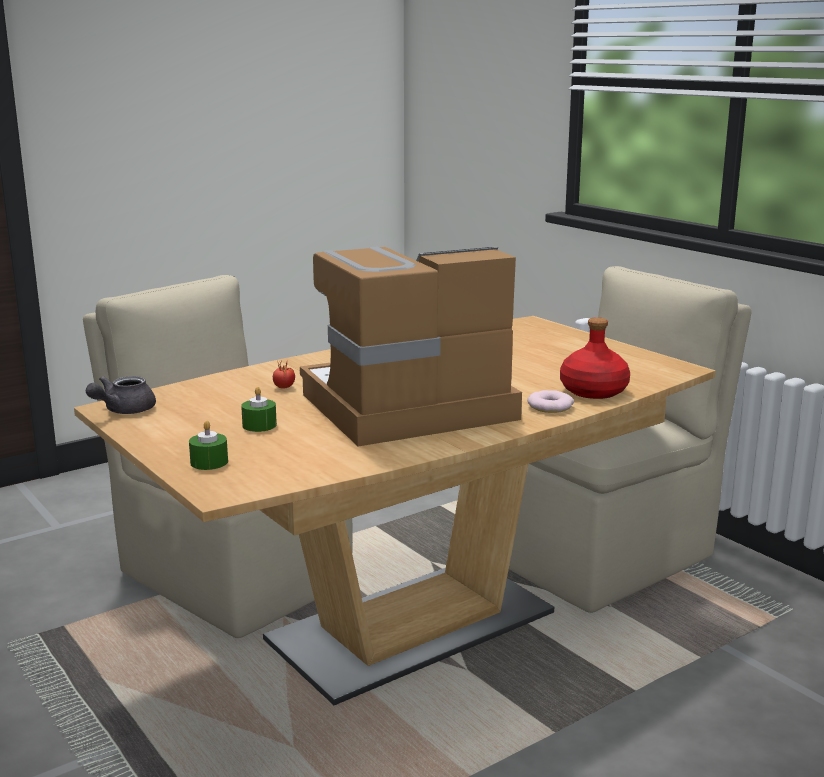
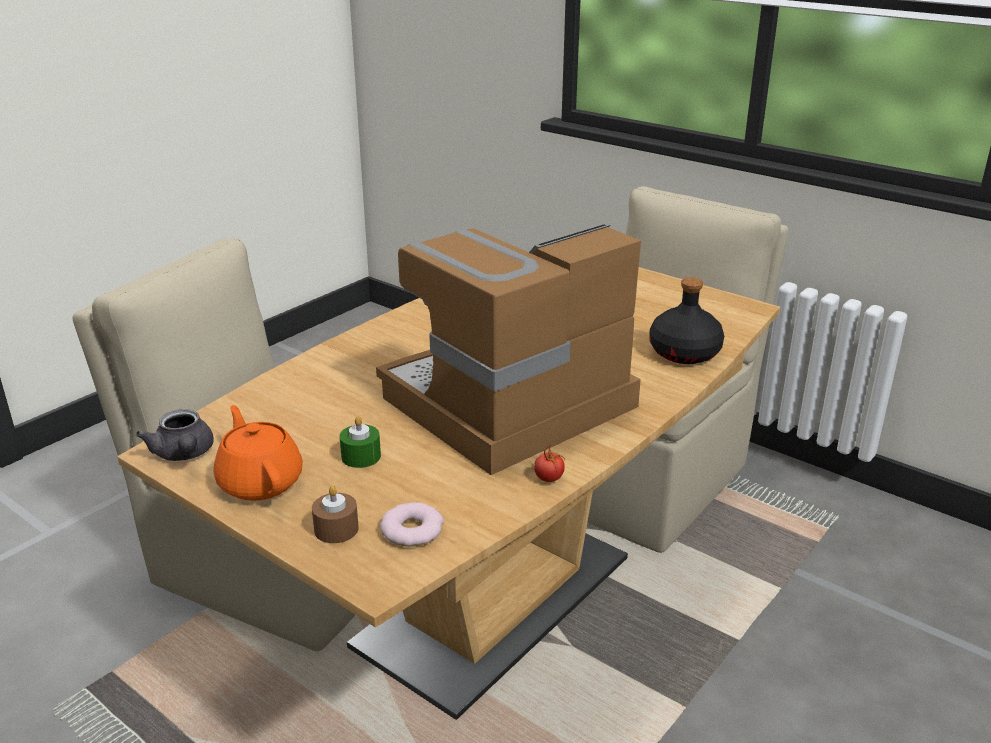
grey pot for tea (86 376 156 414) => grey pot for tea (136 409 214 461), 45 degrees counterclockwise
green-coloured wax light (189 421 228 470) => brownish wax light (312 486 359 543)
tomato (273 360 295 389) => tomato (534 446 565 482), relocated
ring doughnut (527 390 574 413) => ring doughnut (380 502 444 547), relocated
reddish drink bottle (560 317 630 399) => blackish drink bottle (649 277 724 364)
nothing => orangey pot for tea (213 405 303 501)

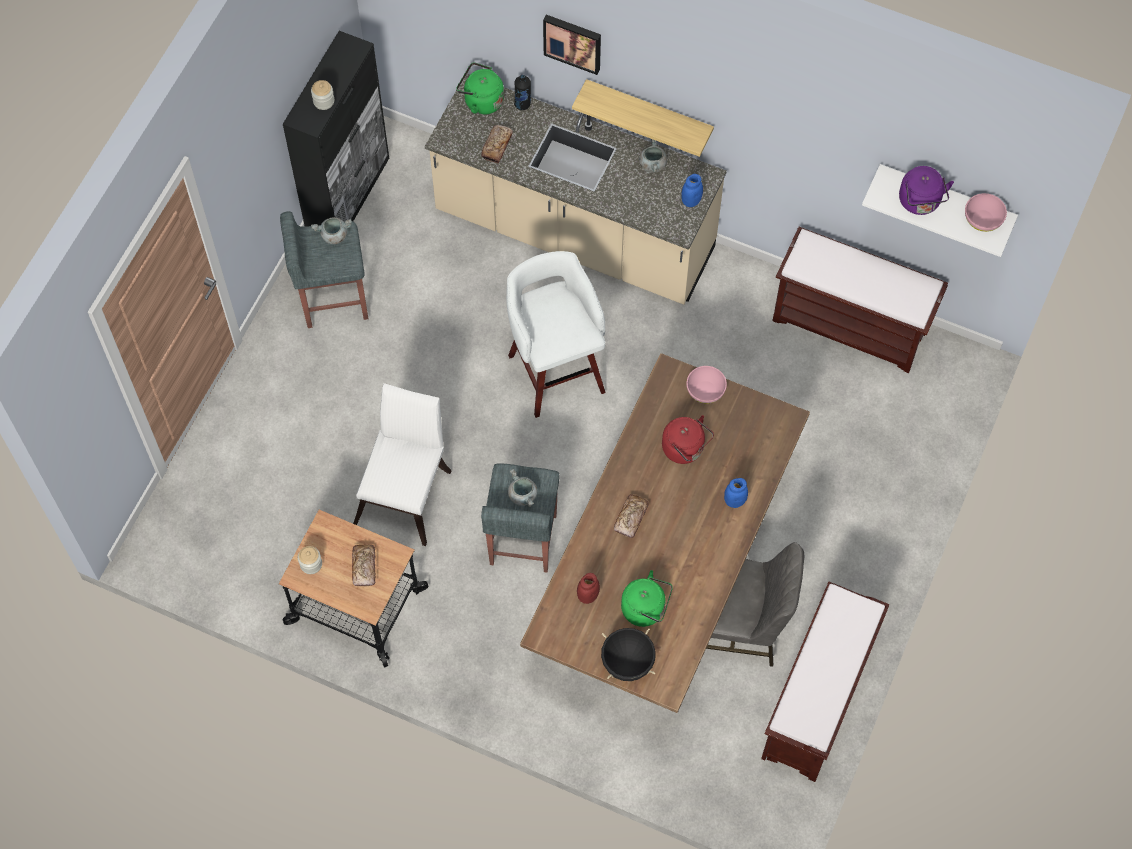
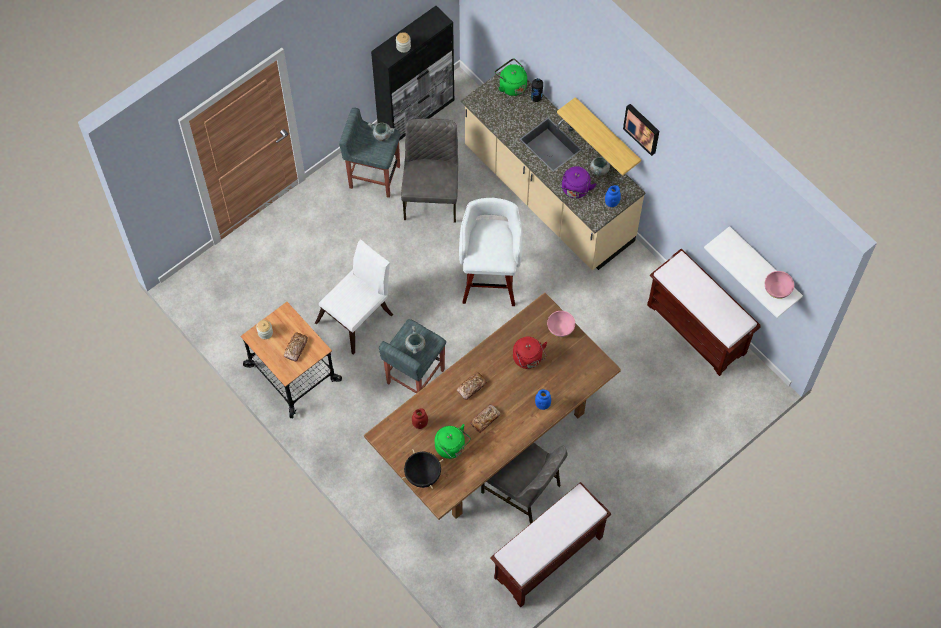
bread (481 125 513 163) => bread (470 404 500 433), relocated
wall art (543 15 601 75) => wall art (623 104 659 156), relocated
purple kettle (899 166 954 215) => purple kettle (560 166 597 198), relocated
nothing => grey upright chair (401 119 458 223)

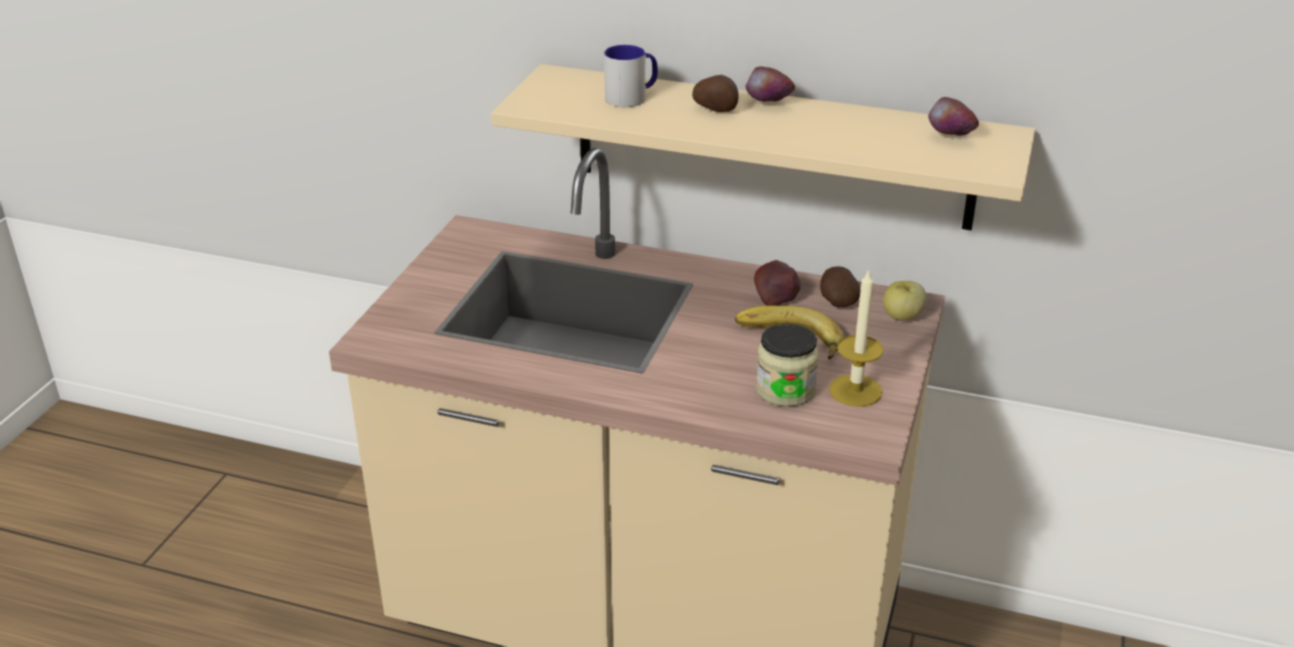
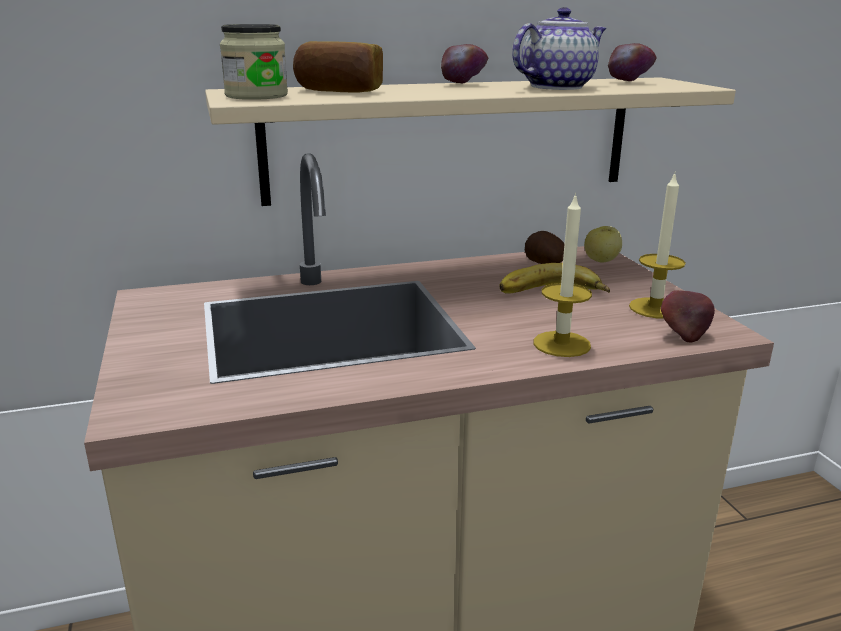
mug (604 45 658 107) => bread (293 41 383 93)
potato (692 75 738 112) => nothing
whole apple (754 260 801 306) => whole apple (661 290 715 343), relocated
jar (756 324 819 407) => jar (220 24 288 100), relocated
nothing => pot for tea (512 7 606 90)
nothing => wax light (533 192 592 357)

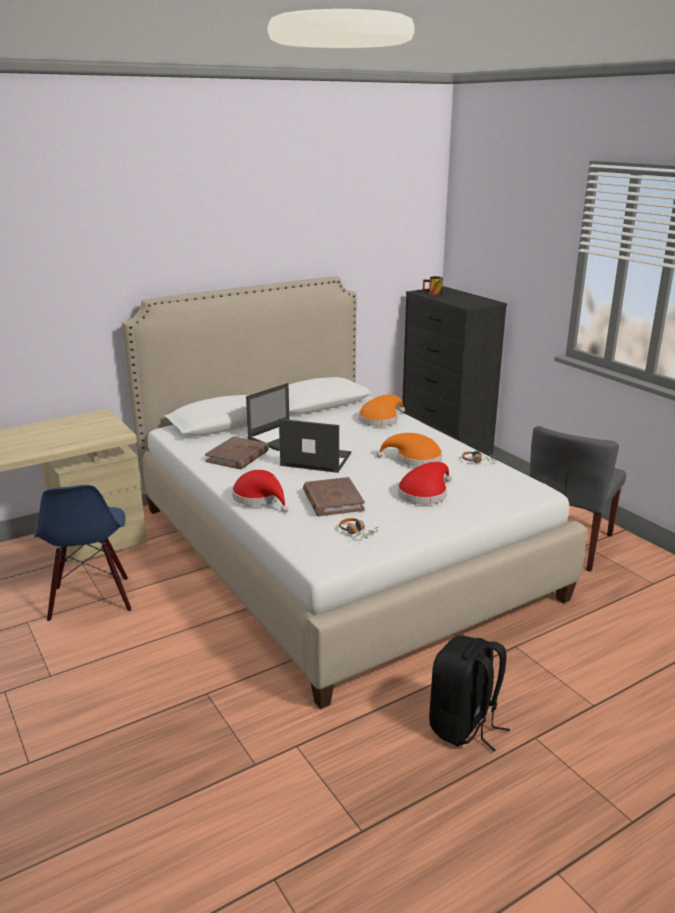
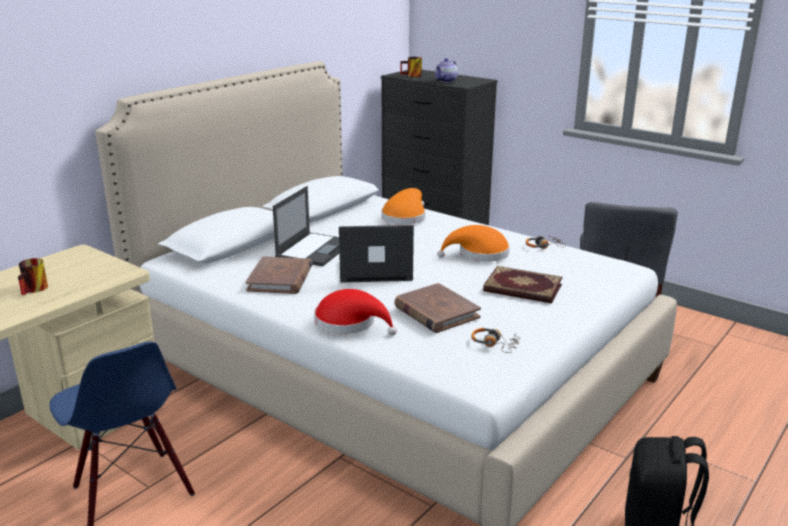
reddish clothing hat (398 462 452 504) => volume (483 266 563 304)
nothing => mug (18 258 48 295)
nothing => pot for tea (435 58 458 83)

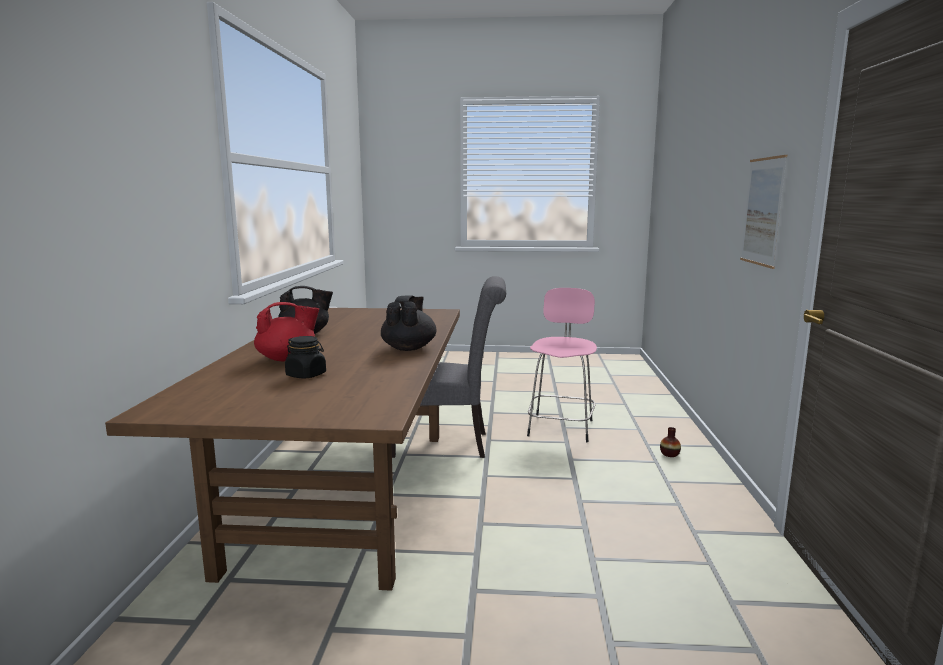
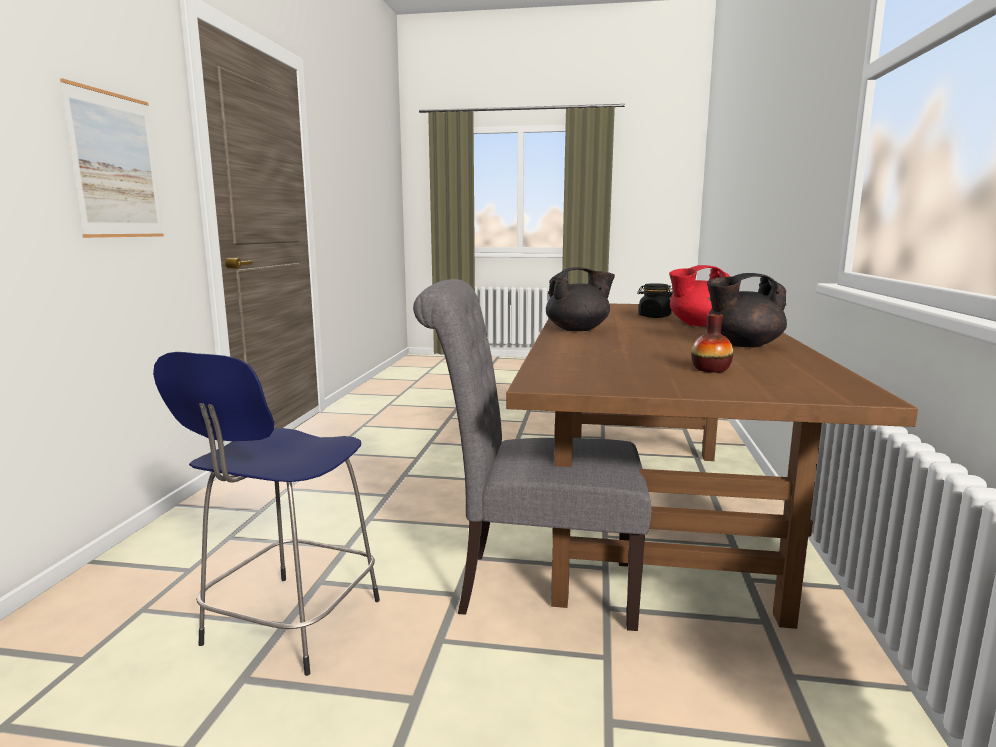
blackish pot for tea (381 296 437 351) => blackish pot for tea (546 267 615 331), 120 degrees counterclockwise
pink-coloured sitting stool (527 288 597 442) => bluish sitting stool (153 352 380 676)
flower vase (660 427 681 457) => flower vase (691 314 733 373), relocated

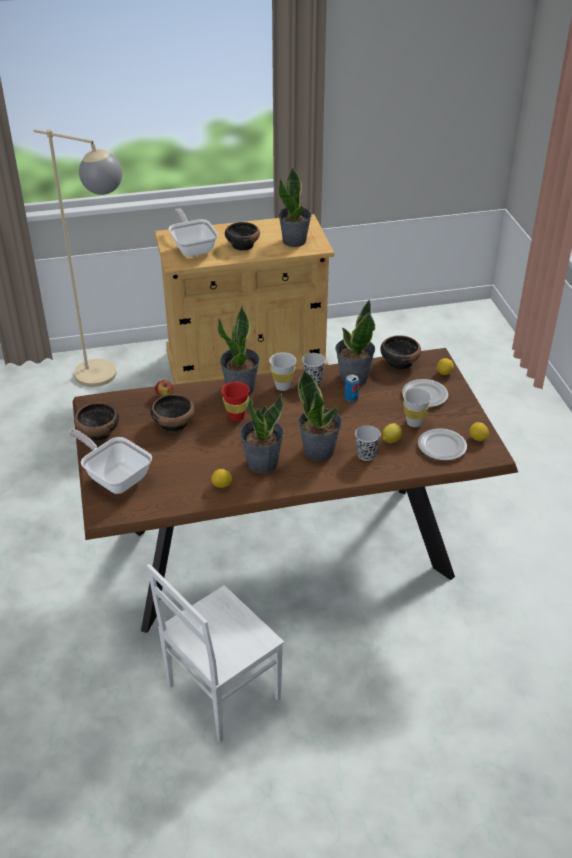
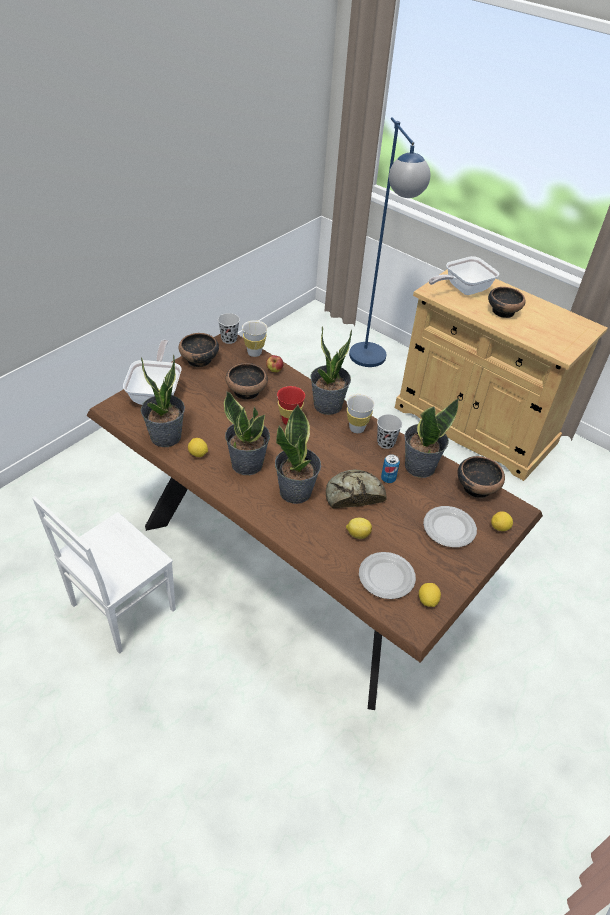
sand-coloured standard lamp (34 129 122 387) => bluish standard lamp (349 117 430 367)
whitish upright chair (147 564 284 742) => whitish upright chair (32 496 176 654), 60 degrees counterclockwise
frying pan (169 208 218 257) => frying pan (429 256 499 295), 150 degrees counterclockwise
plant in a pot (278 168 312 247) => plant in a pot (141 355 185 447), relocated
blackish drinking cup (355 425 381 461) => blackish drinking cup (218 313 240 344), relocated
whitish drinking cup (403 387 431 427) => whitish drinking cup (242 320 268 357), relocated
nothing => bread (326 469 386 509)

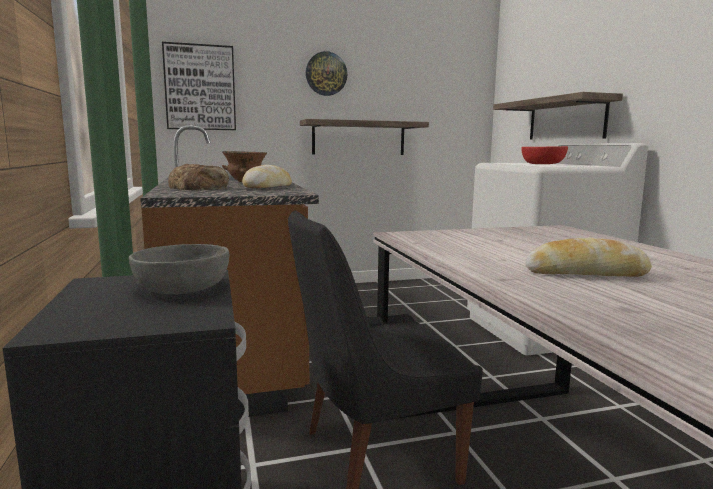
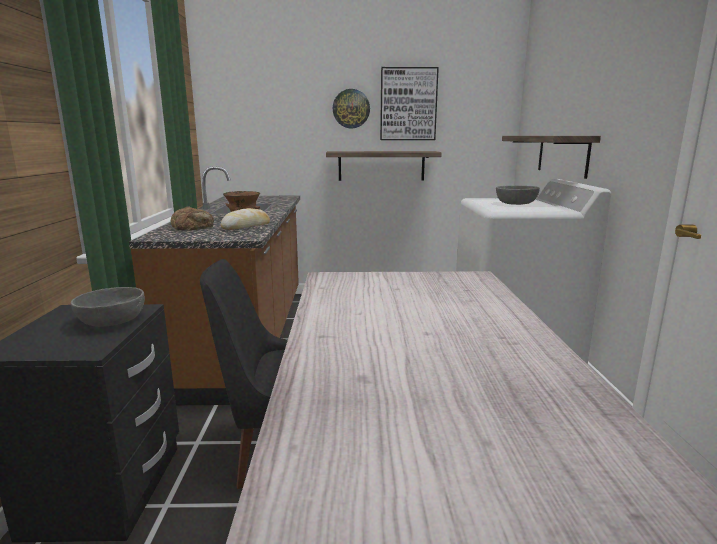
wall art (162 42 236 130) => wall art (380 67 439 140), relocated
reddish serving bowl (522 146 568 164) => grey serving bowl (496 186 540 205)
bread (525 237 652 277) => nothing

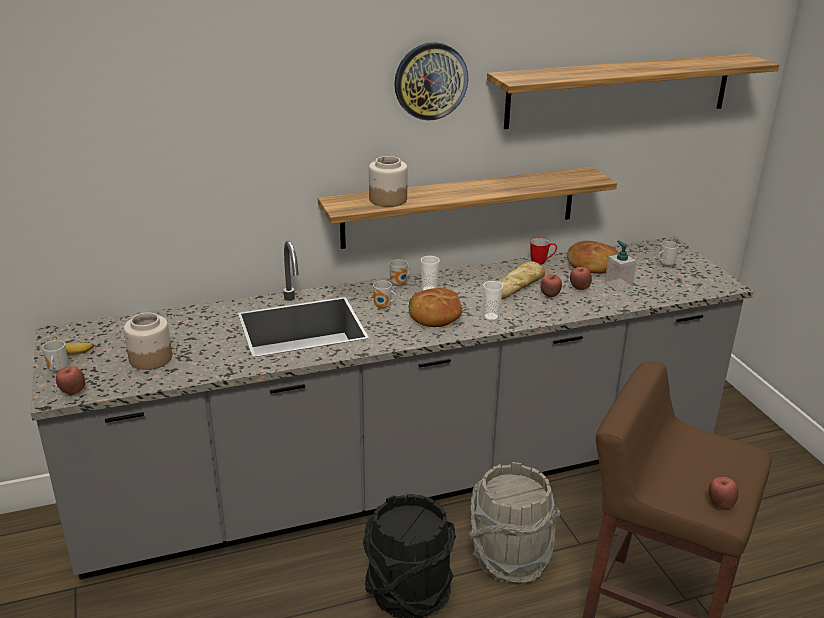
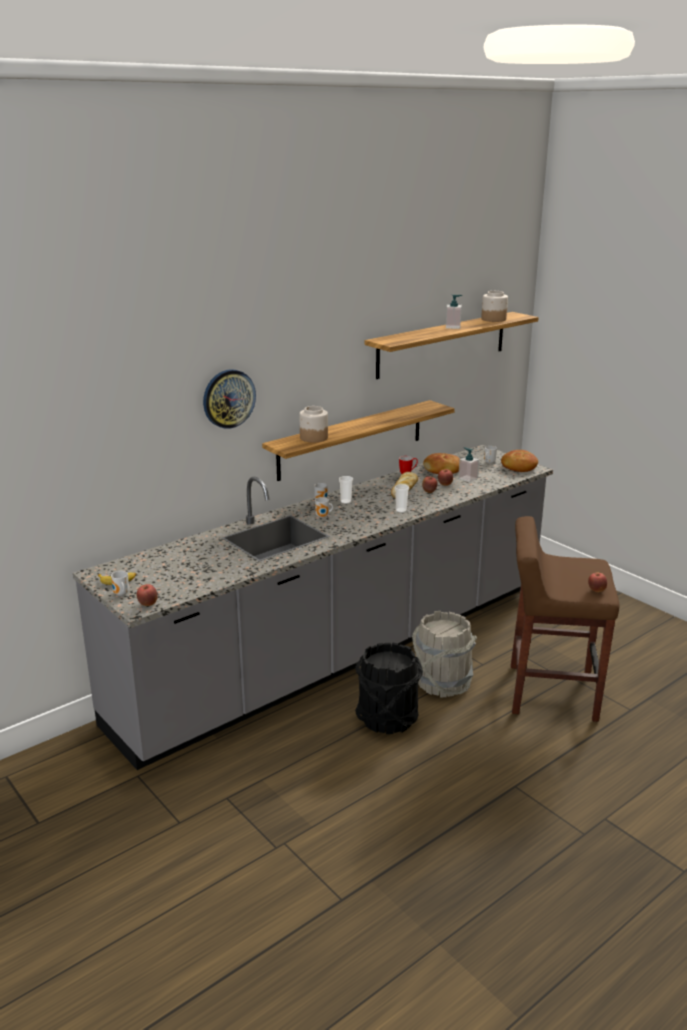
jar (124 312 172 370) => jar (481 291 508 322), relocated
clock on the wall (394 42 468 120) => clock on the wall (203 369 256 429), relocated
bread (409 288 462 327) => bread (501 450 538 472), relocated
nothing => soap dispenser (446 294 462 329)

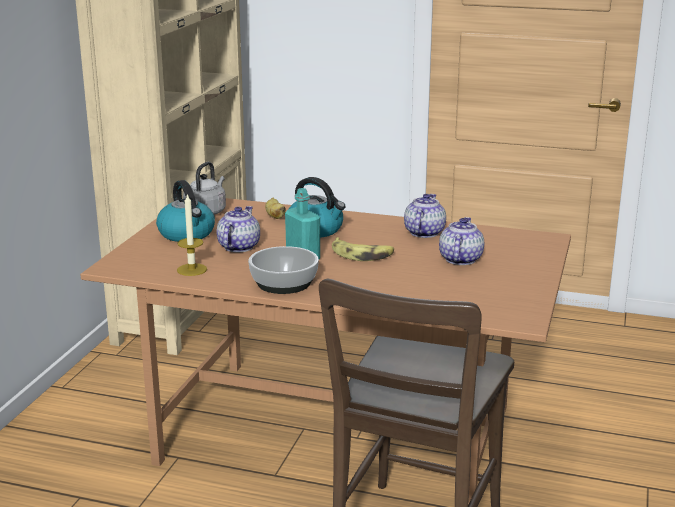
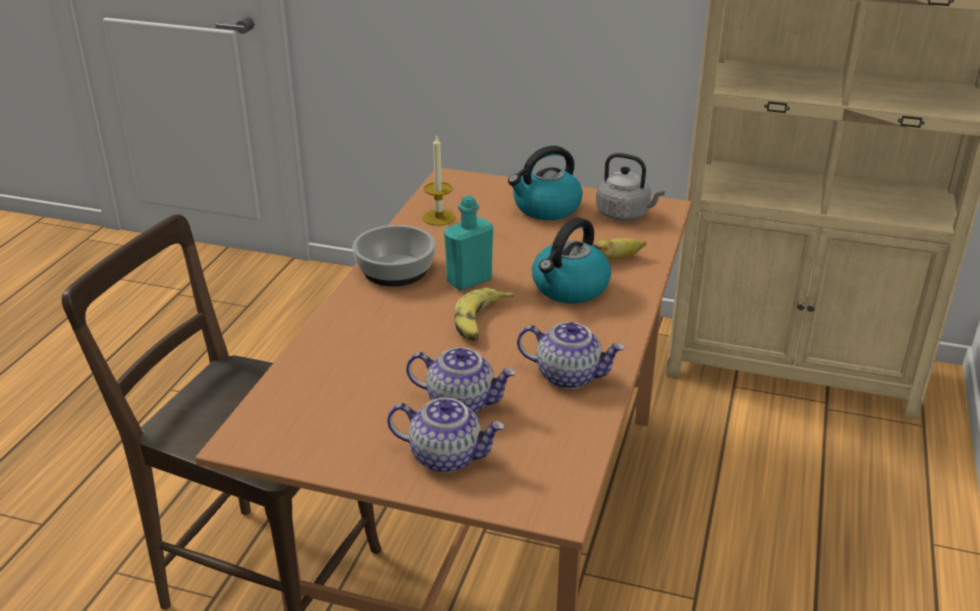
pot for tea (217 206 260 252) => pot for tea (387 398 505 473), relocated

